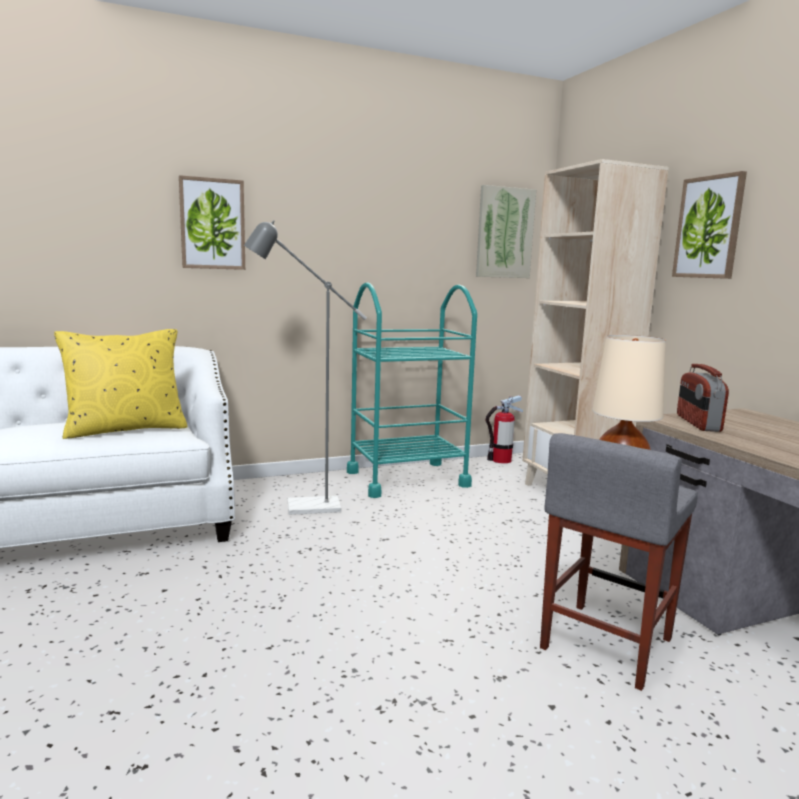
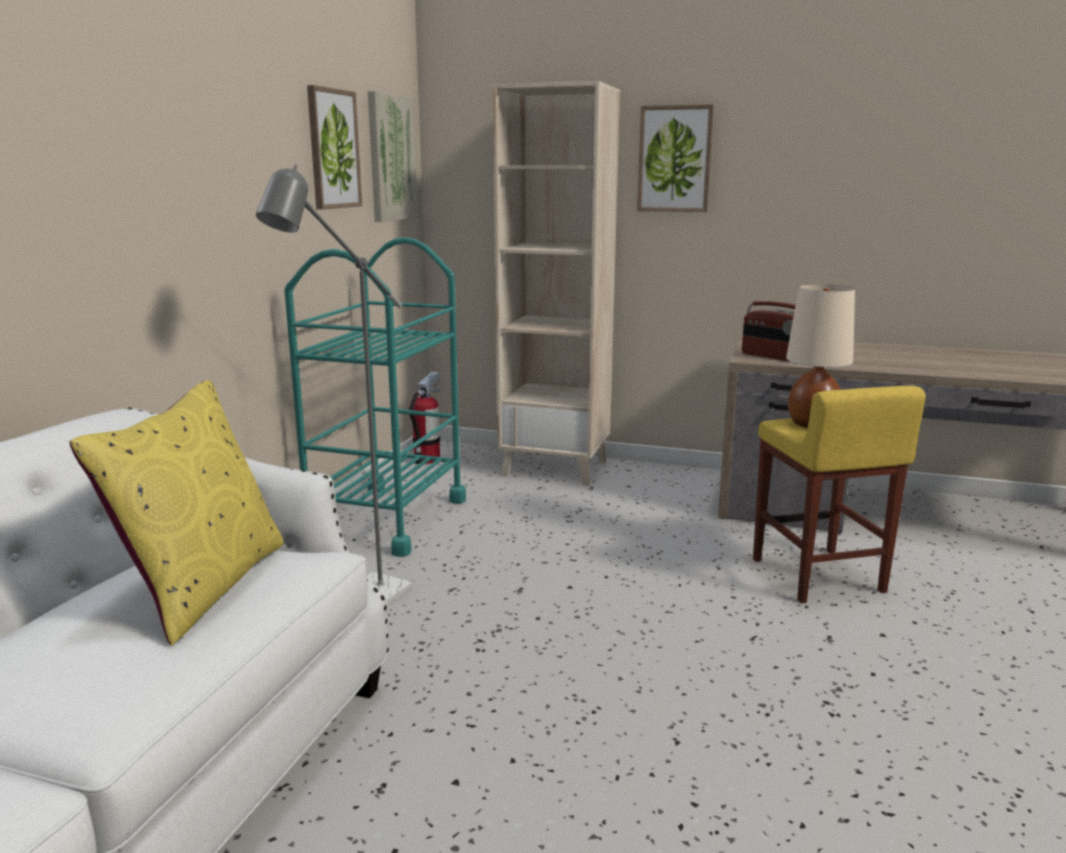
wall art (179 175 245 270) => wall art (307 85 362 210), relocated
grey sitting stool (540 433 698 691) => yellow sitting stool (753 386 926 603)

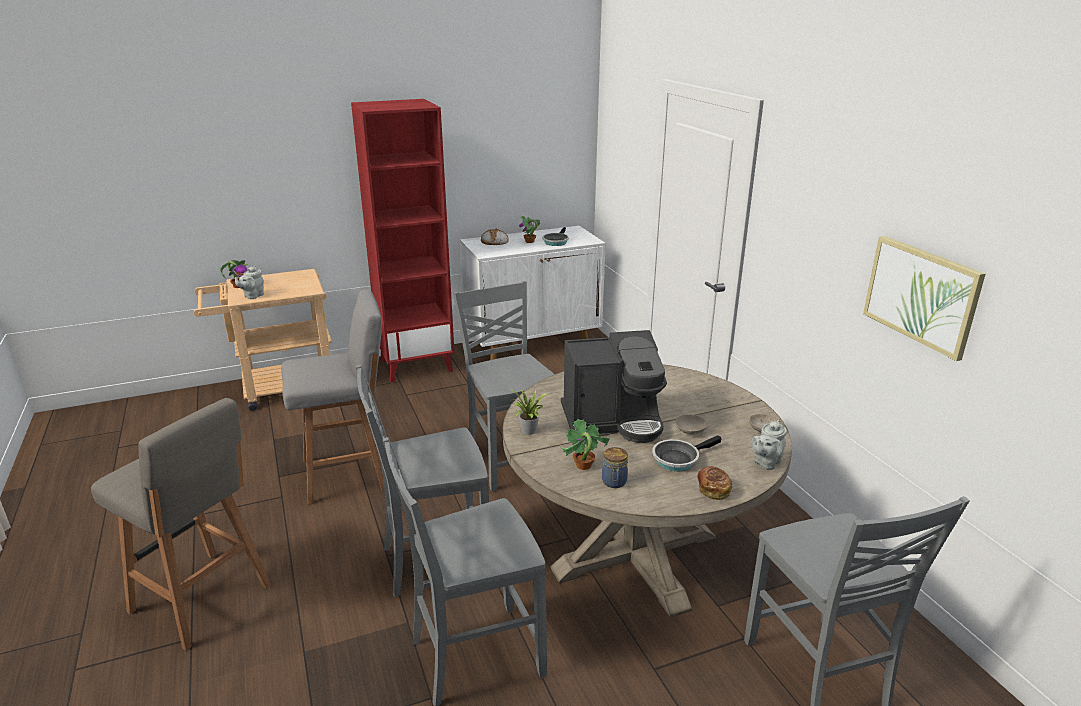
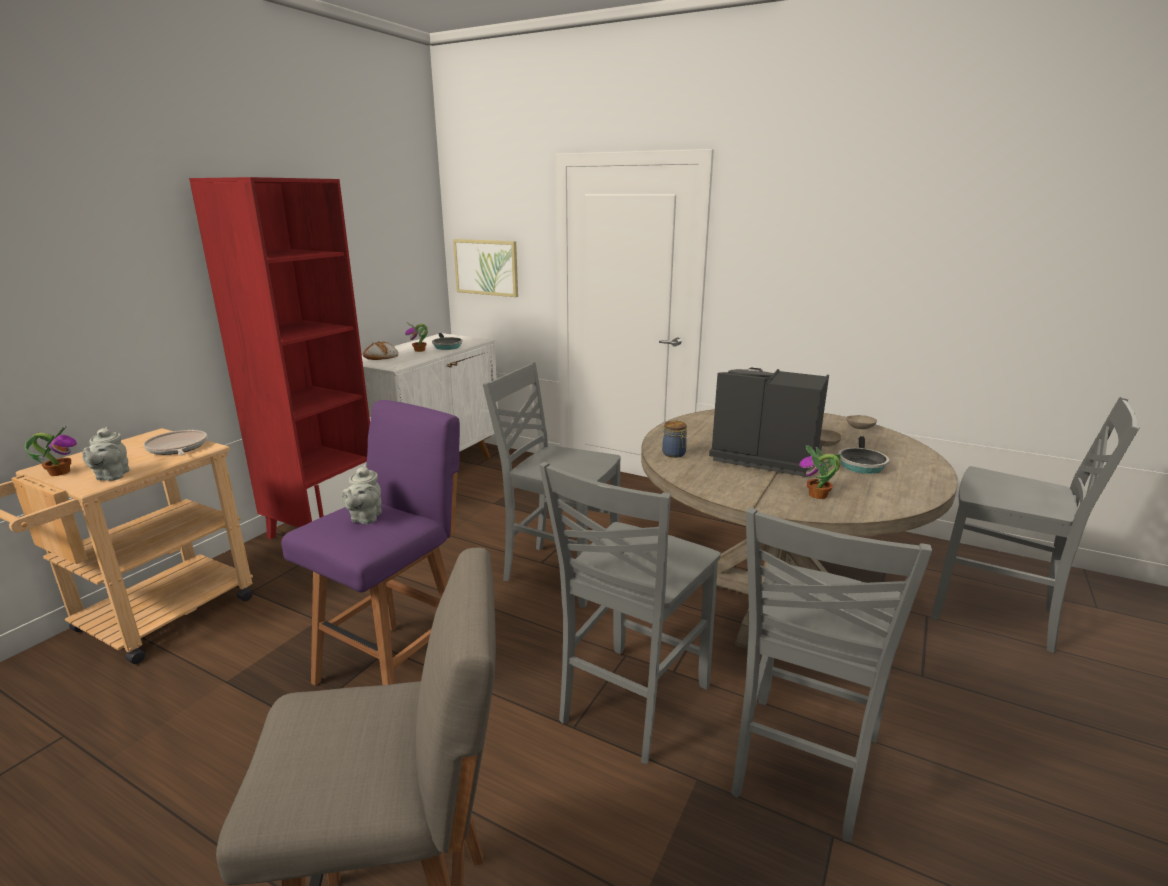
grey sitting stool (281 289 384 505) => purple sitting stool (281 400 460 686)
plant in a pot (510 389 547 435) => nothing
coffee maker (561 330 667 443) => coffee maker (709 368 829 477), 105 degrees counterclockwise
jar (602 447 628 488) => jar (662 421 687 458), relocated
bread (697 466 732 500) => nothing
grey pot for tea (751 420 787 470) => grey pot for tea (341 464 382 524), relocated
wall art (863 236 985 361) => wall art (453 239 518 297), relocated
nothing => frying pan (143 430 207 456)

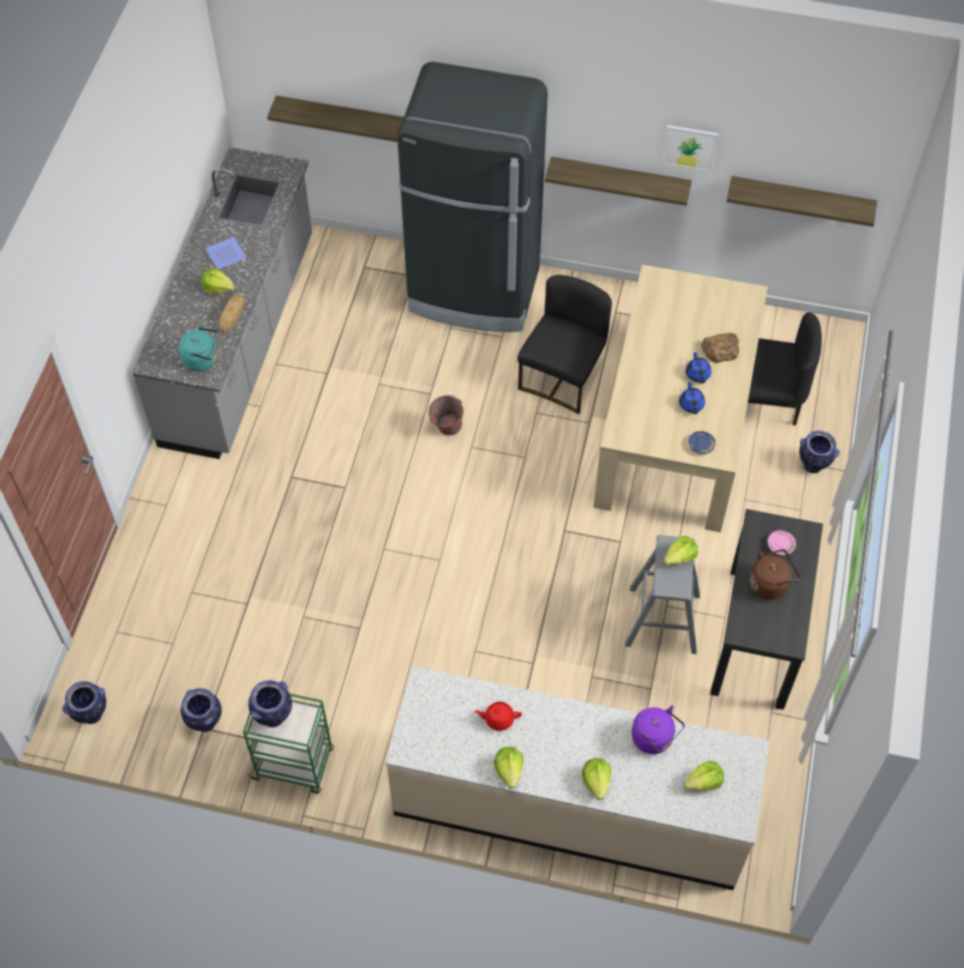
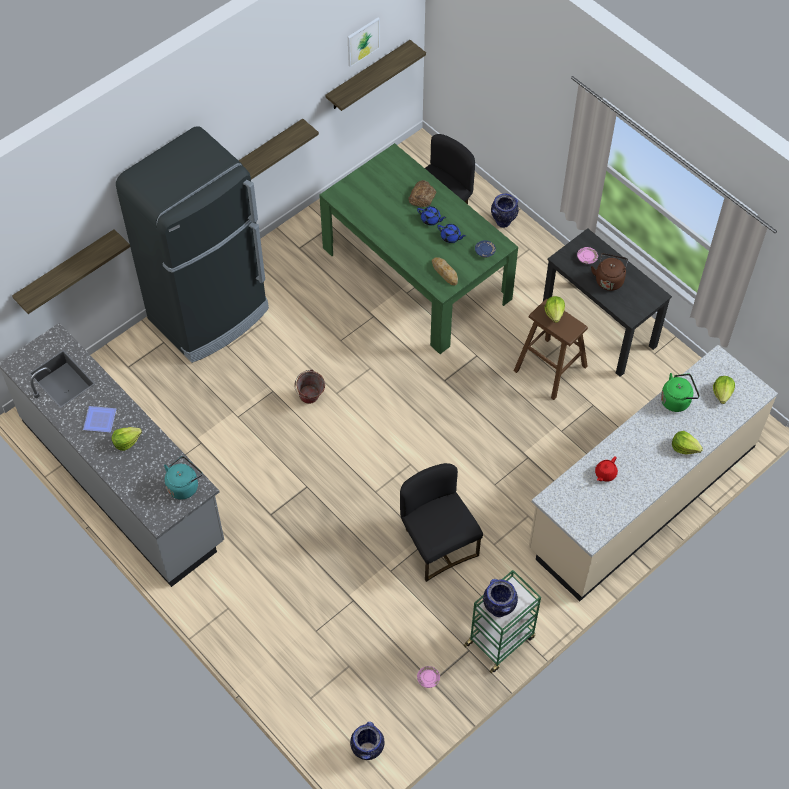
flower vase (181 688 222 732) => pink-coloured dinner plate (417 666 440 688)
bread (219 295 244 333) => bread (432 258 458 285), relocated
lettuce (494 747 523 789) => nothing
blackish upright chair (517 275 612 414) => blackish upright chair (400 463 483 582), relocated
sand-coloured dining table (593 265 768 533) => green-coloured dining table (319 143 518 354)
grey sitting stool (625 535 700 654) => brownish sitting stool (514 299 588 400)
purple kettle (632 705 685 754) => green-coloured kettle (661 373 700 412)
wall art (662 125 719 172) => wall art (348 18 380 67), relocated

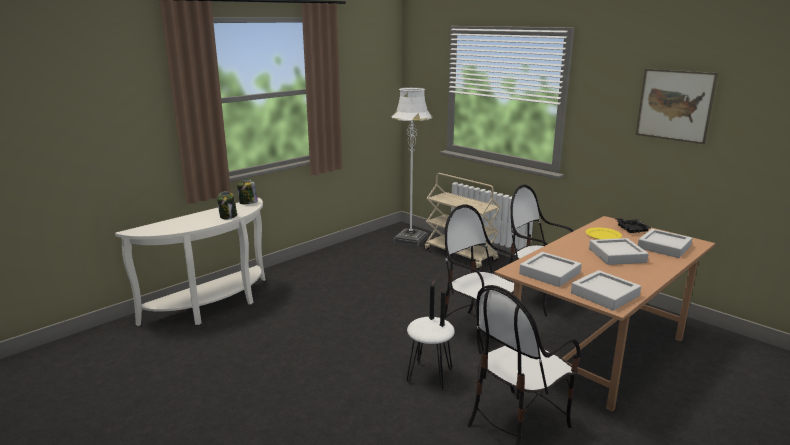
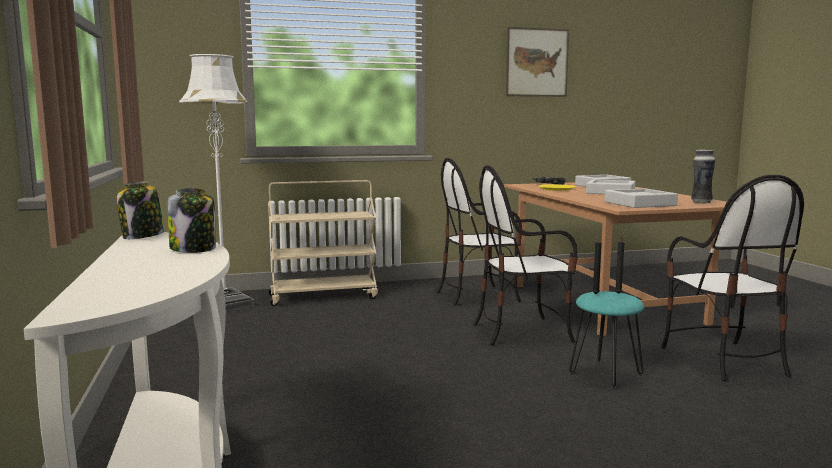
whitish sitting stool (406 317 455 390) => blue-green sitting stool (569 291 644 390)
grey serving tray (571 270 641 311) => flower vase (691 150 715 204)

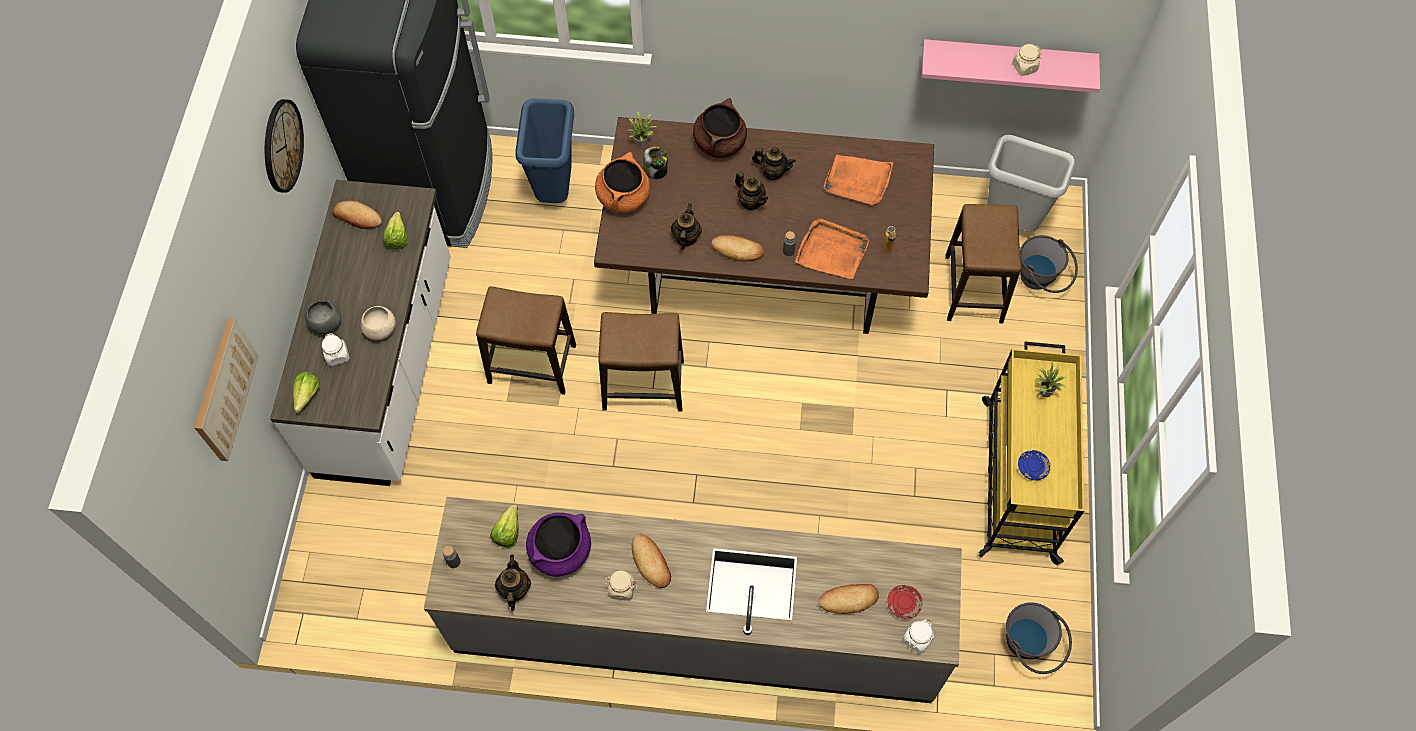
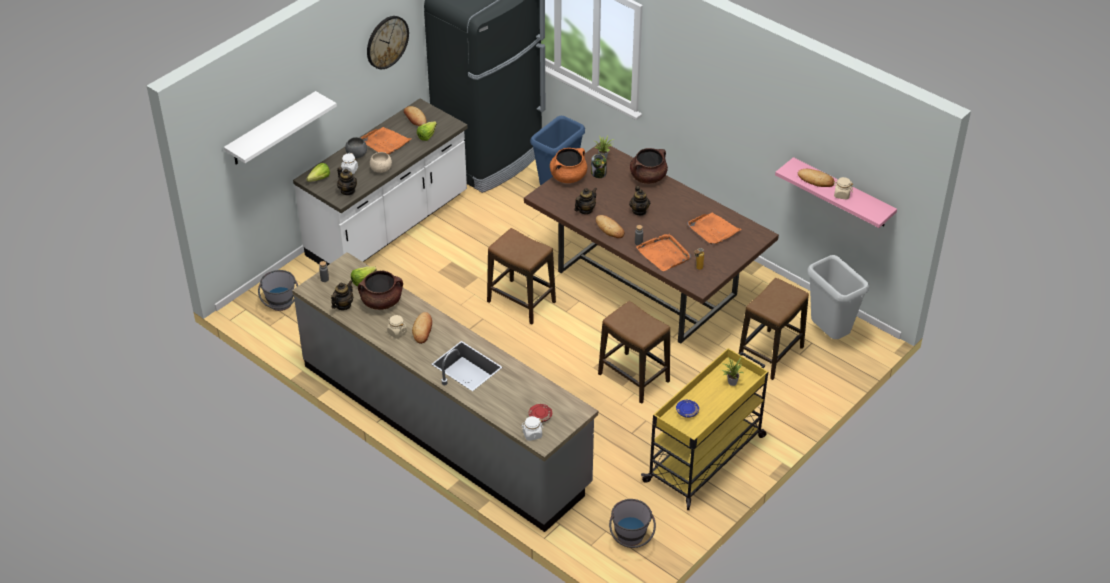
wall art (194 318 258 461) => whitish shelf (224 91 337 165)
sitting stool (476 286 576 395) => sitting stool (598 301 670 404), relocated
purple cooking pot (526 513 591 577) => brownish cooking pot (358 271 403 310)
pot for tea (752 147 796 180) => pot for tea (337 167 357 195), relocated
bread (818 584 879 614) => bread (798 169 834 187), relocated
grey pail (1020 235 1078 293) => grey pail (258 270 298 311), relocated
nothing => orangey serving tray (361 127 411 154)

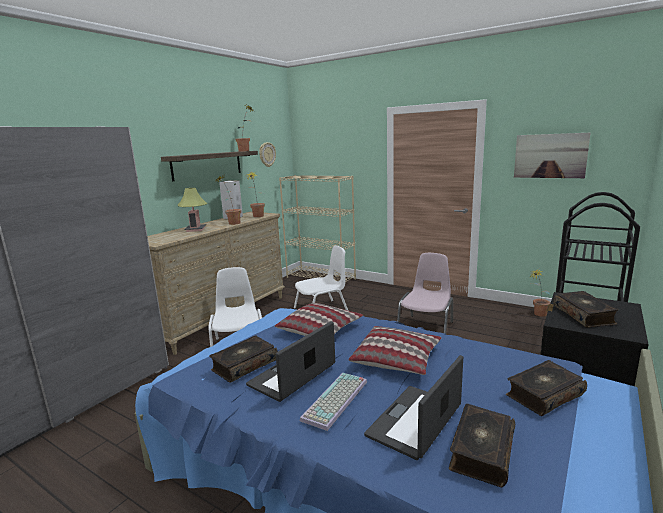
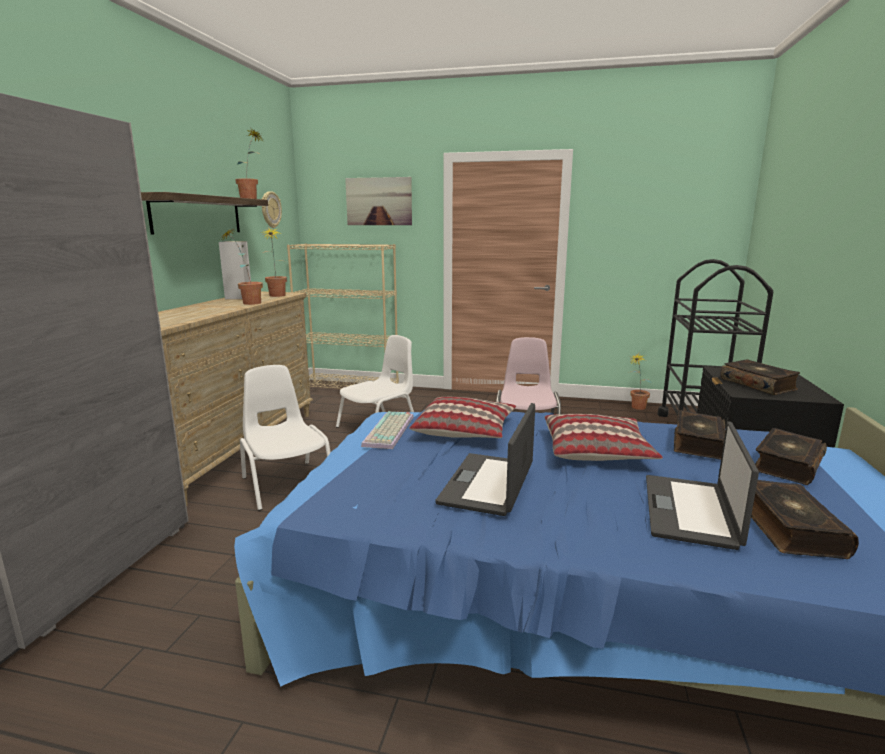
tabletop lamp (177 188 207 232) => nothing
volume (210 336 278 383) => volume (674 410 726 460), relocated
keyboard (300 373 367 431) => keyboard (361 411 414 449), relocated
wall art (514 133 590 178) => wall art (345 177 412 225), relocated

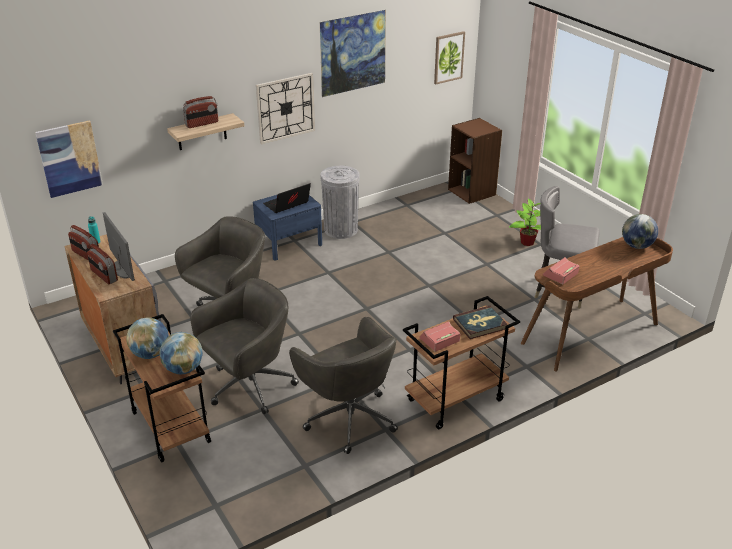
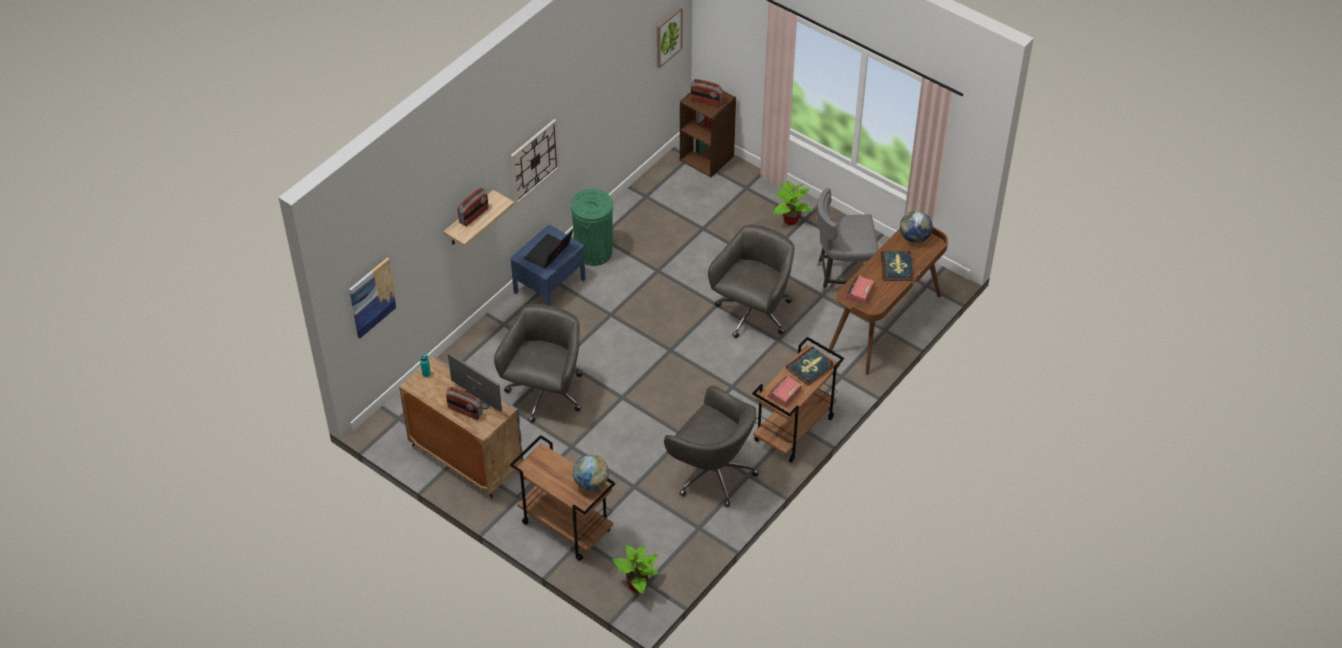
radio receiver (68 225 99 261) => radio receiver (690 79 723 107), relocated
world globe (126 317 169 359) => nothing
grey computer chair (190 278 299 414) => grey computer chair (708 225 795 338), relocated
wall art (320 10 386 97) => nothing
grey trash can (321 166 360 239) => green-coloured trash can (571 189 613 266)
nothing => plant in a pot (612 545 659 594)
nothing => volume (881 251 913 281)

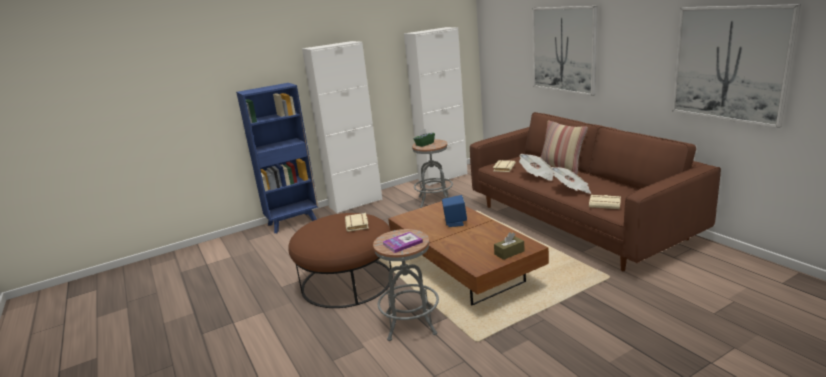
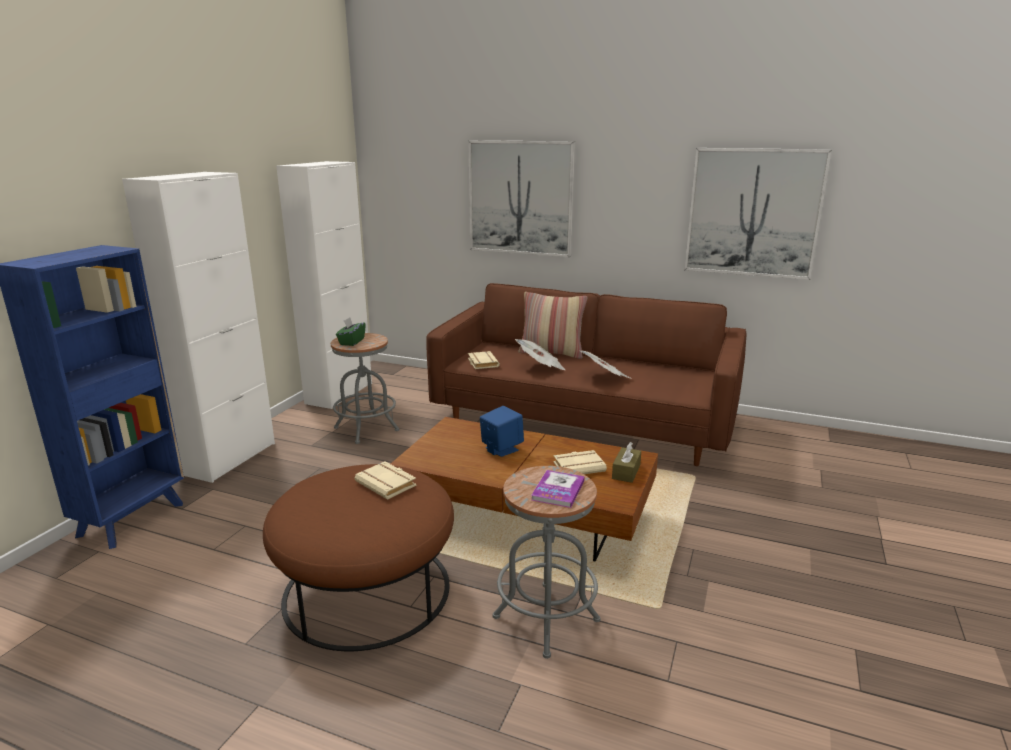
sand-coloured volume (589 195 621 209) => sand-coloured volume (553 450 607 474), relocated

